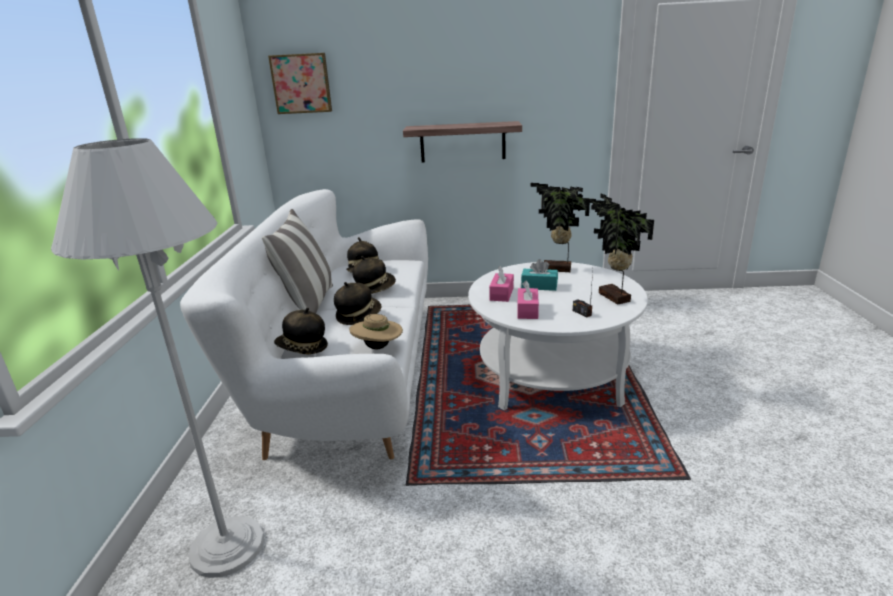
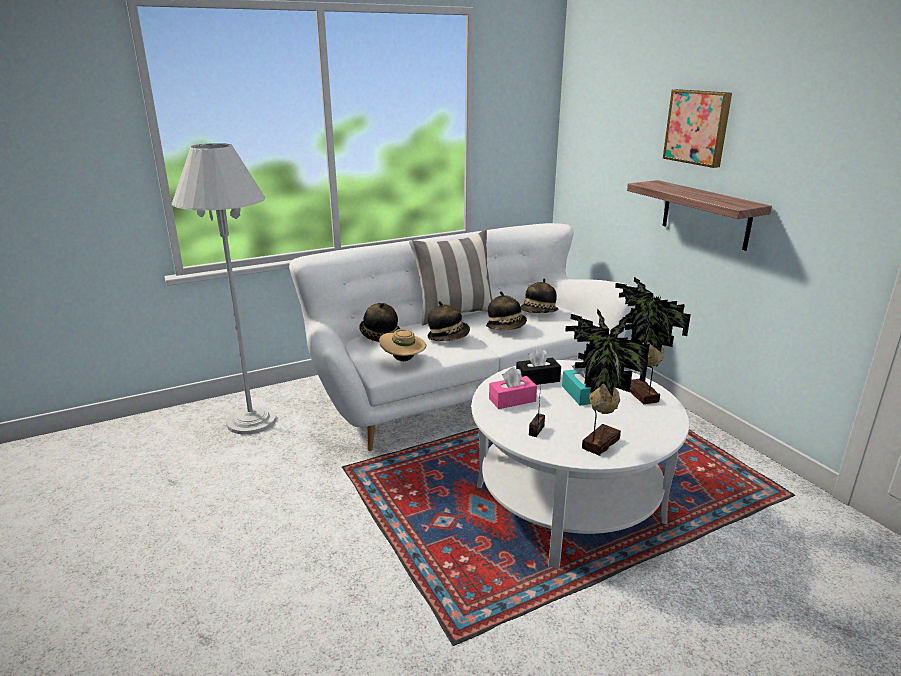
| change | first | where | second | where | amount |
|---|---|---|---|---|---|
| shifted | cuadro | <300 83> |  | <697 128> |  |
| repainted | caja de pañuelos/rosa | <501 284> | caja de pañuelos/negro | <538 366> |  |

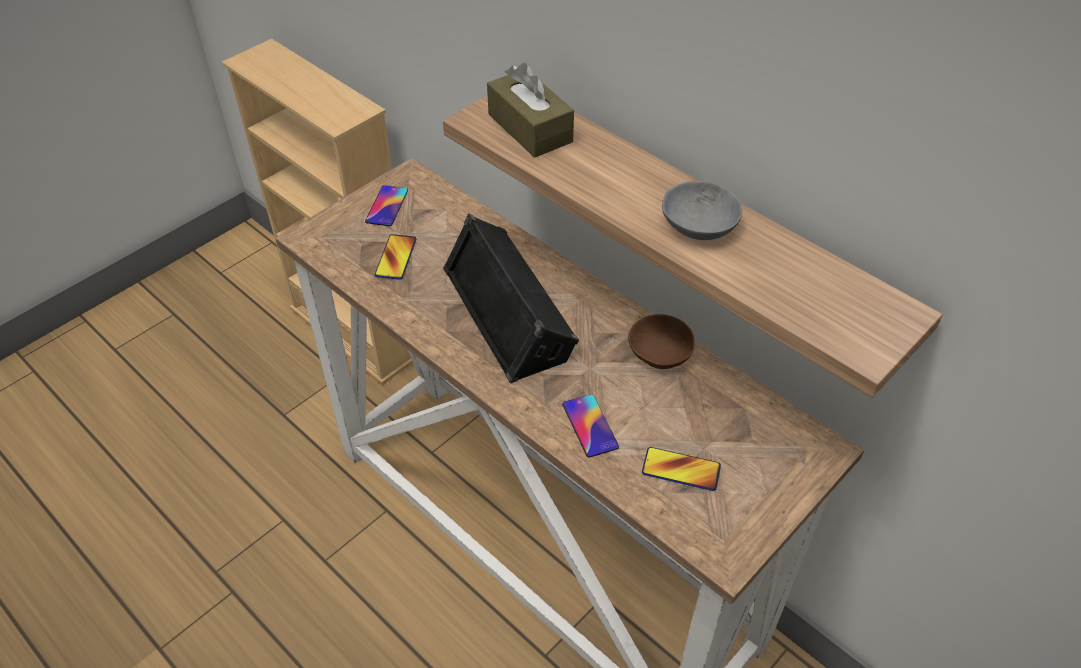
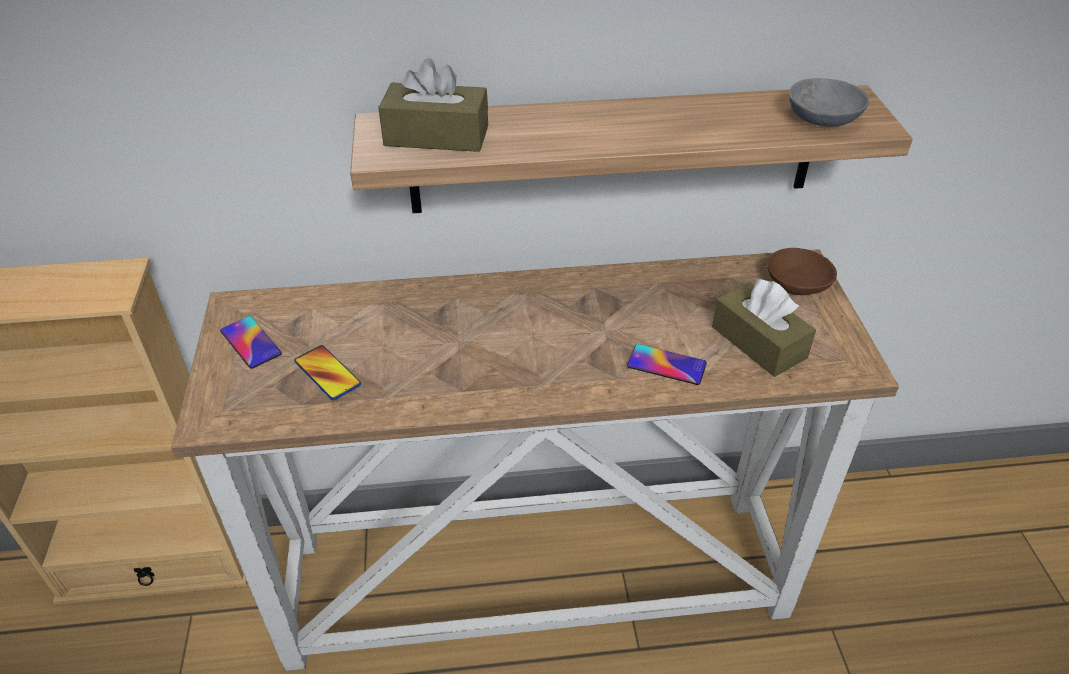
| change | first | where | second | where | amount |
|---|---|---|---|---|---|
| shifted | cuenco/gris | <702 210> |  | <829 102> |  |
| gone | altavoz/negro | <511 298> |  |  |  |
| shifted | cuenco/marrón | <661 341> |  | <802 271> |  |
| swapped | móvil | <681 469> | caja de pañuelos/marrón | <764 327> |  |

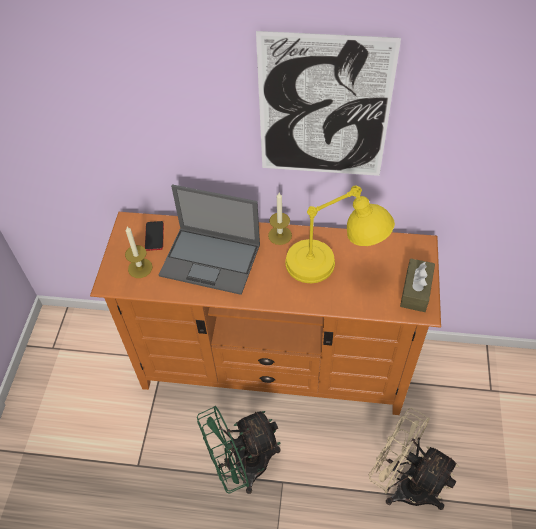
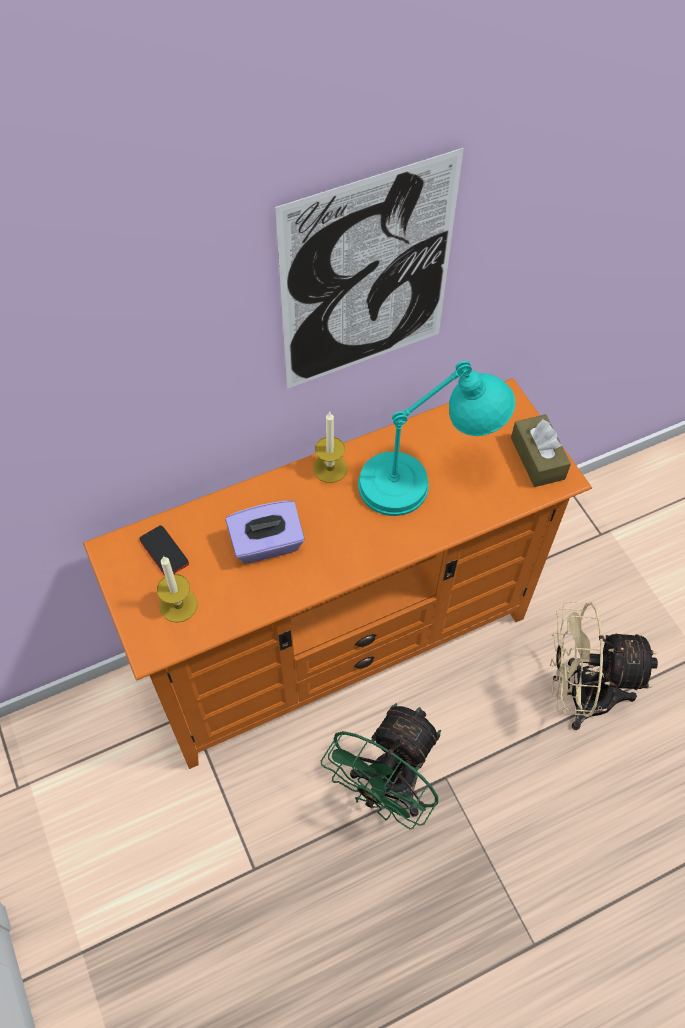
| change | first | where | second | where | amount |
|---|---|---|---|---|---|
| swapped | portátil | <209 239> | caja de pañuelos/morado | <265 532> |  |
| repainted | lámpara de mesa/amarillo | <340 234> | lámpara de mesa/turquesa | <436 438> |  |

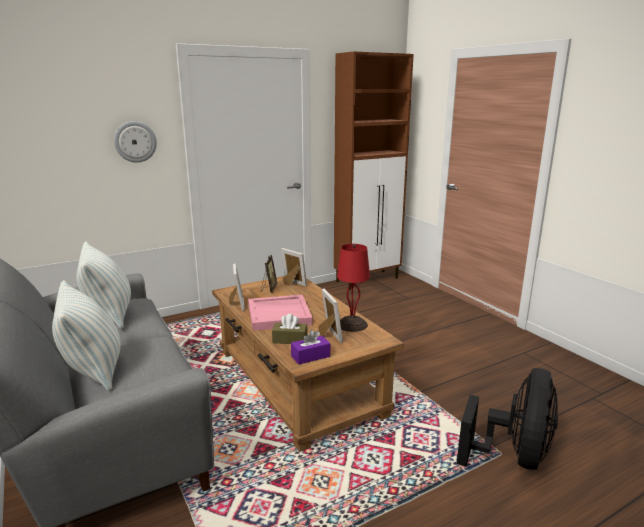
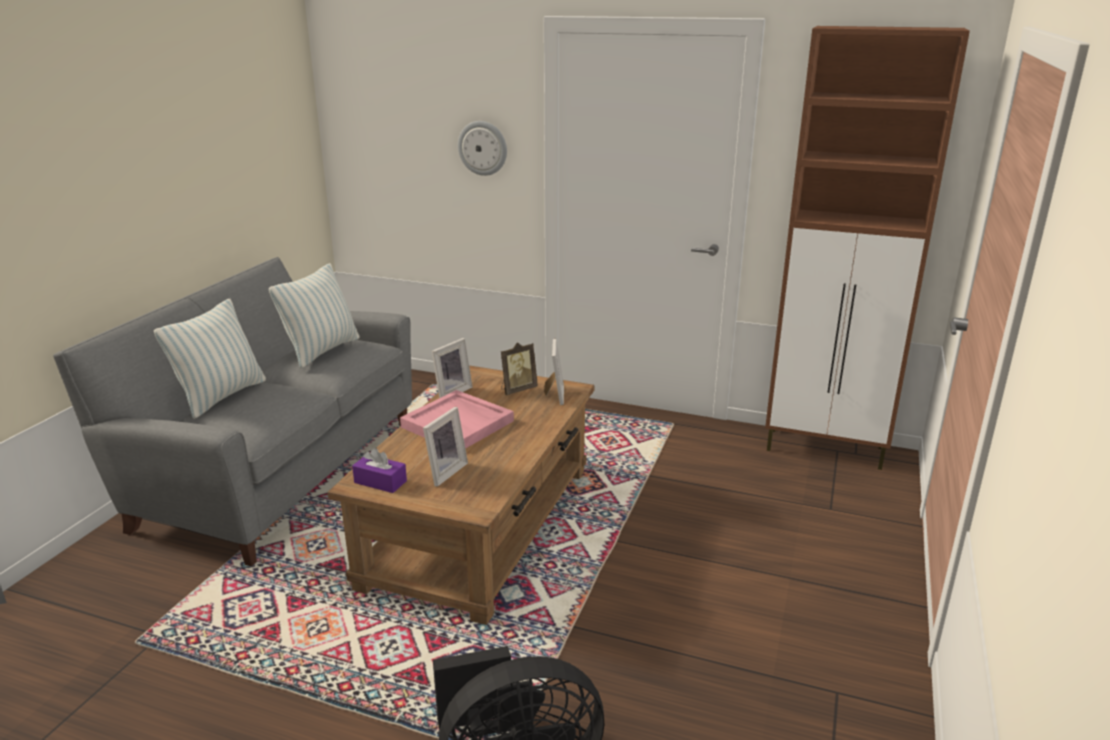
| change | first | where | second | where | amount |
|---|---|---|---|---|---|
| gone | lámpara de mesa/rojo | <353 288> |  |  |  |
| gone | caja de pañuelos/marrón | <290 329> |  |  |  |

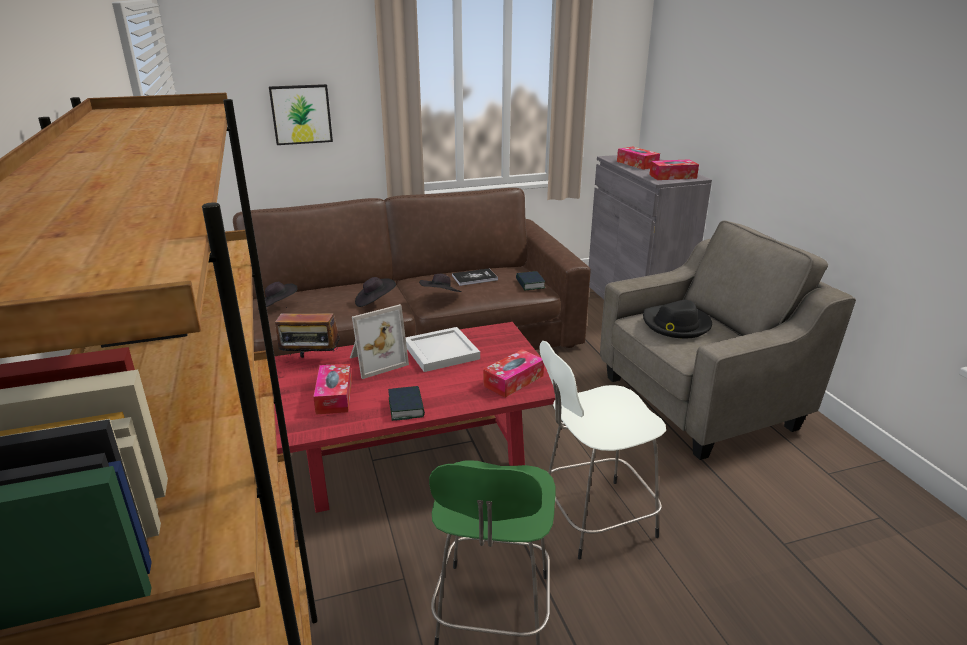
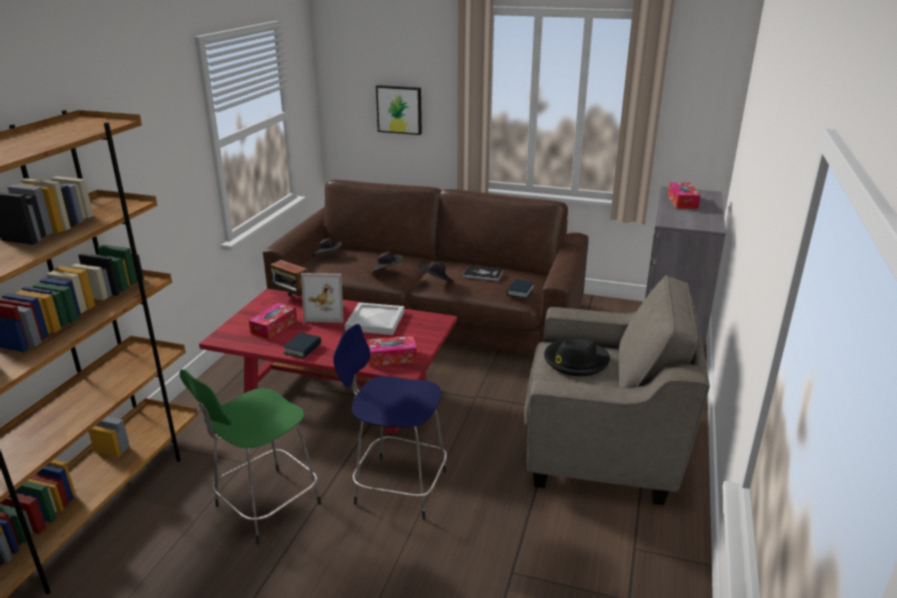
| change | first | where | second | where | amount |
|---|---|---|---|---|---|
| gone | caja de pañuelos | <674 169> |  |  |  |
| repainted | taburete/blanco | <602 450> | taburete/azul | <390 422> |  |

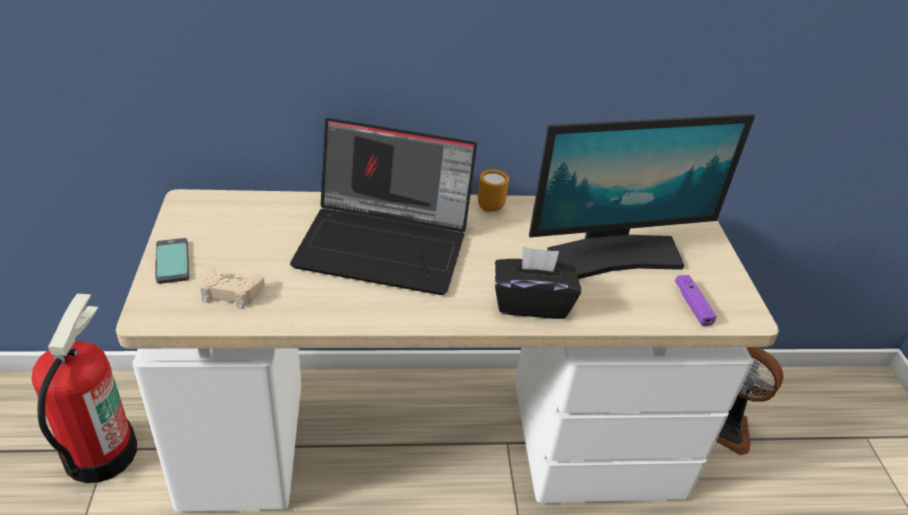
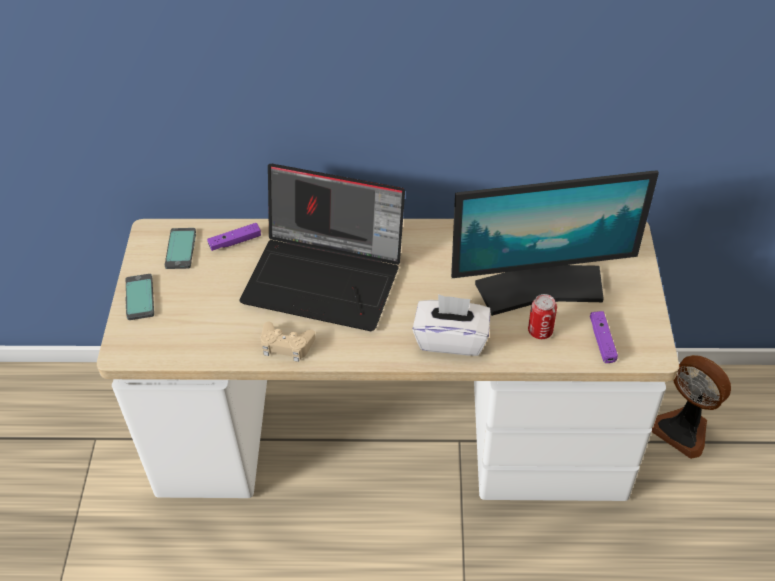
| change | first | where | second | where | amount |
|---|---|---|---|---|---|
| gone | taza grande/naranja | <493 190> |  |  |  |
| repainted | caja de pañuelos/negro | <538 283> | caja de pañuelos/blanco | <451 325> |  |
| shifted | mando de consola/beis | <232 288> |  | <288 342> |  |
| gone | extintor | <84 388> |  |  |  |
| new |  |  | mando de consola/morado | <234 237> |  |
| new |  |  | móvil | <180 248> |  |
| new |  |  | lata | <542 316> |  |

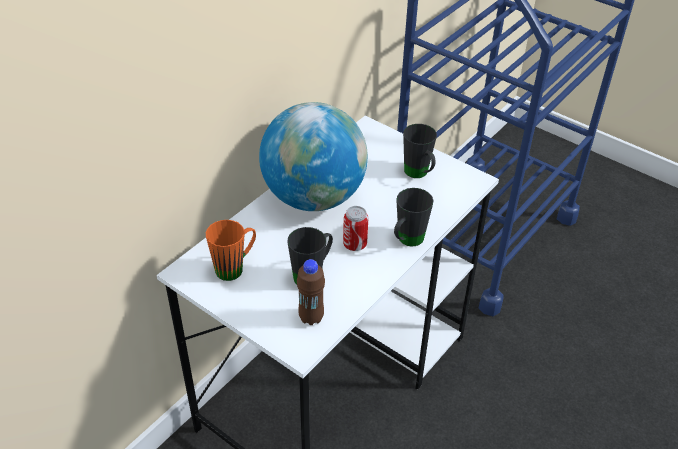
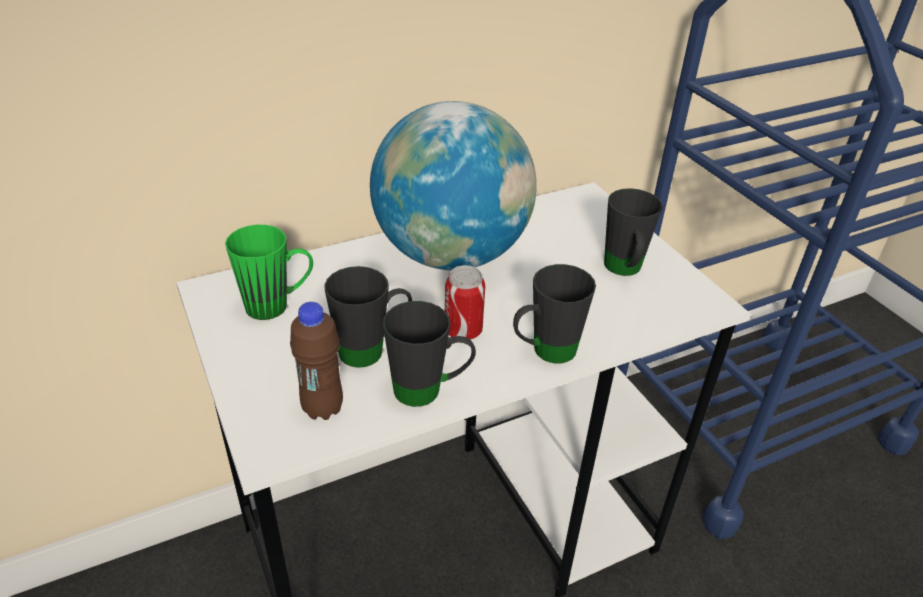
| change | first | where | second | where | amount |
|---|---|---|---|---|---|
| repainted | taza grande/naranja | <231 250> | taza grande/verde | <269 272> |  |
| new |  |  | taza grande/negro | <429 354> |  |

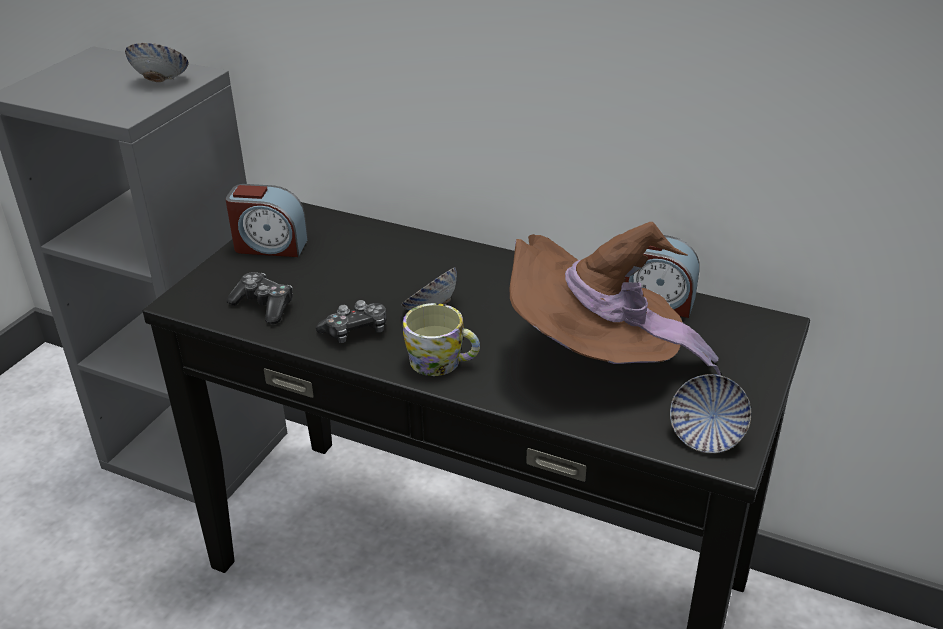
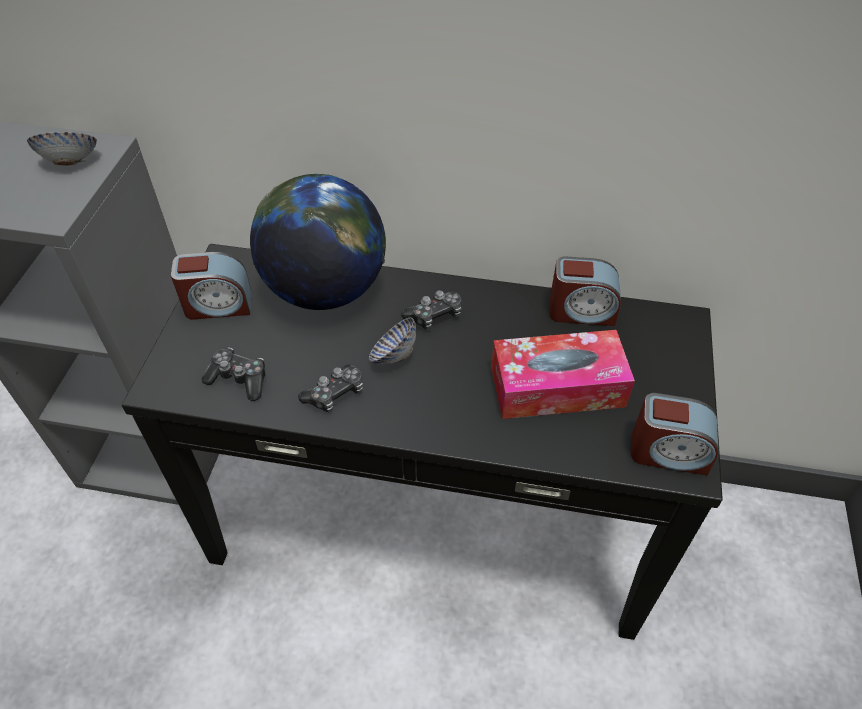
| change | first | where | second | where | amount |
|---|---|---|---|---|---|
| swapped | sombrero/marrón | <615 298> | caja de pañuelos | <563 374> |  |
| gone | taza grande | <441 339> |  |  |  |
| swapped | cuenco | <710 413> | despertador | <674 434> |  |
| new |  |  | globo terráqueo | <318 242> |  |
| new |  |  | mando de consola | <431 310> |  |

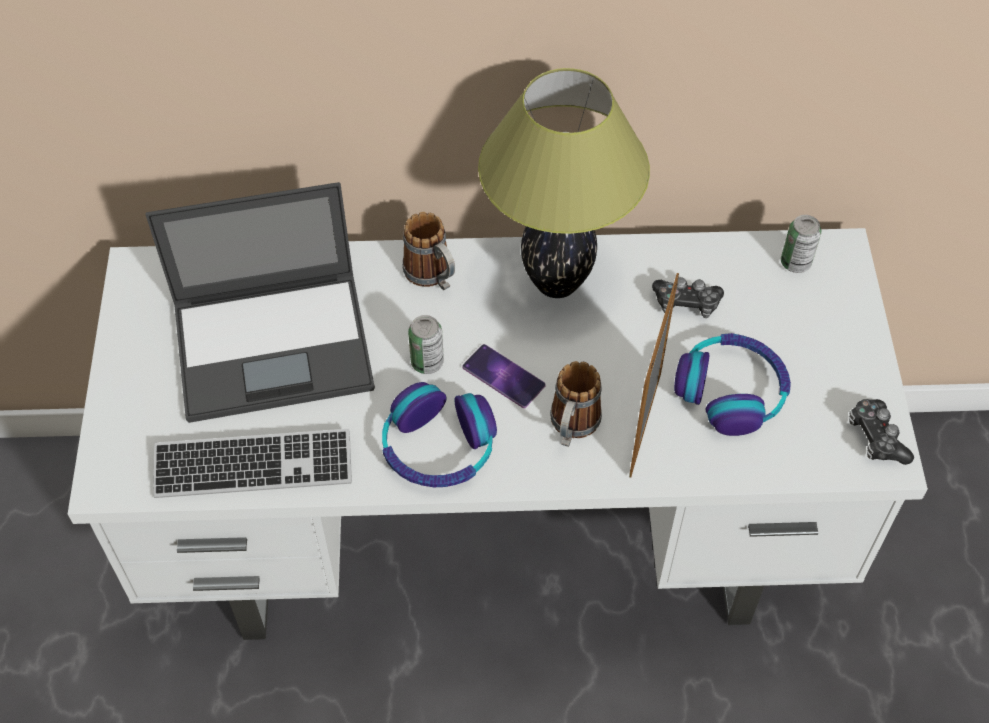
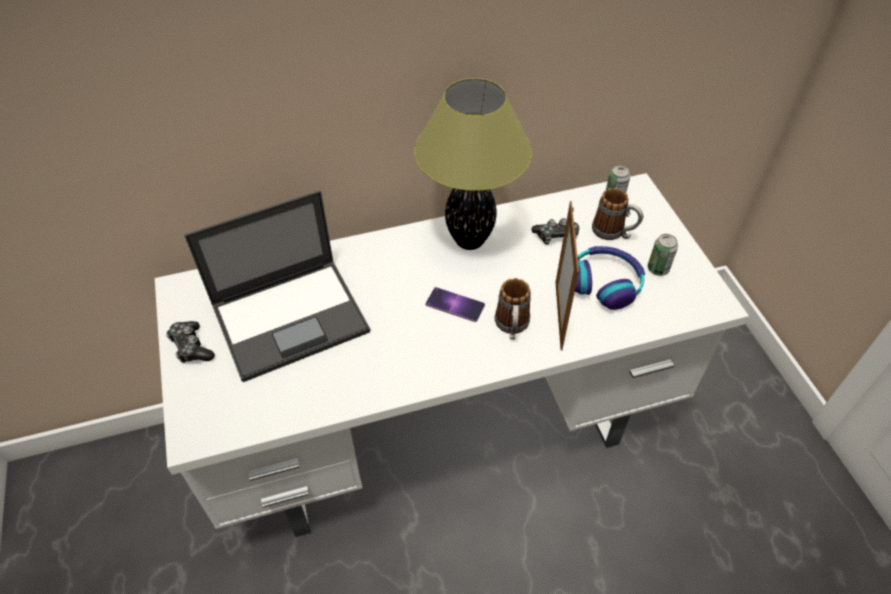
| change | first | where | second | where | amount |
|---|---|---|---|---|---|
| shifted | taza grande | <429 251> |  | <617 214> |  |
| shifted | lata | <426 344> |  | <663 255> |  |
| gone | auriculares | <439 434> |  |  |  |
| shifted | mando de consola | <881 432> |  | <190 342> |  |
| gone | teclado | <252 463> |  |  |  |

